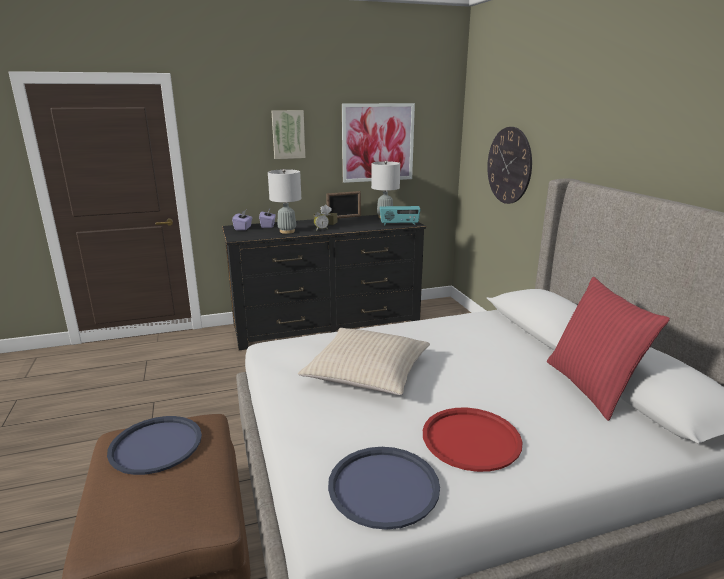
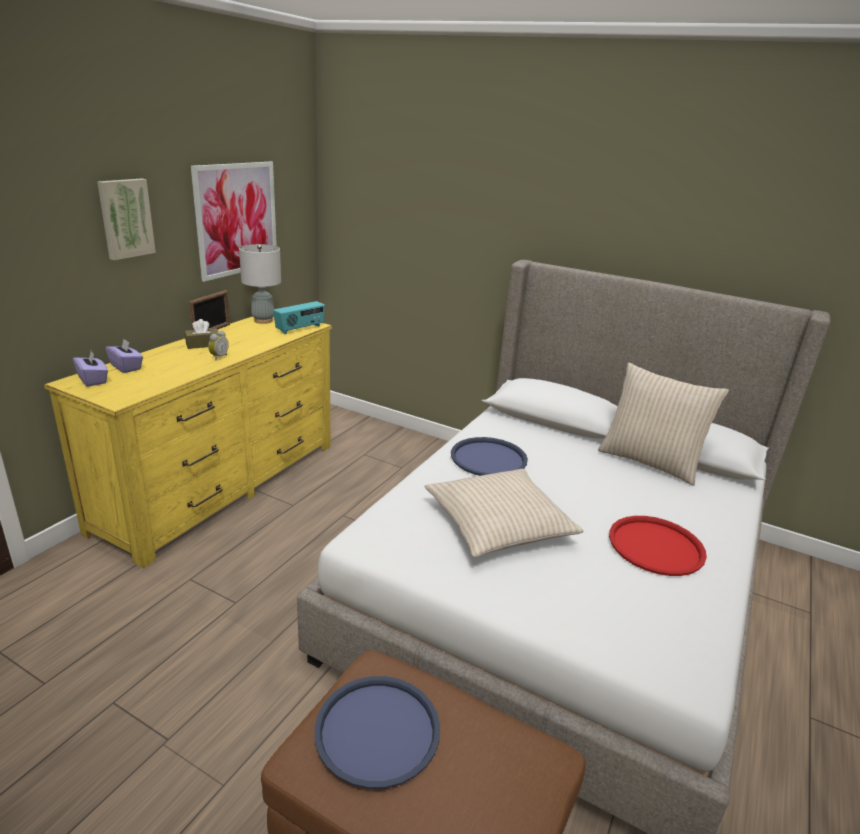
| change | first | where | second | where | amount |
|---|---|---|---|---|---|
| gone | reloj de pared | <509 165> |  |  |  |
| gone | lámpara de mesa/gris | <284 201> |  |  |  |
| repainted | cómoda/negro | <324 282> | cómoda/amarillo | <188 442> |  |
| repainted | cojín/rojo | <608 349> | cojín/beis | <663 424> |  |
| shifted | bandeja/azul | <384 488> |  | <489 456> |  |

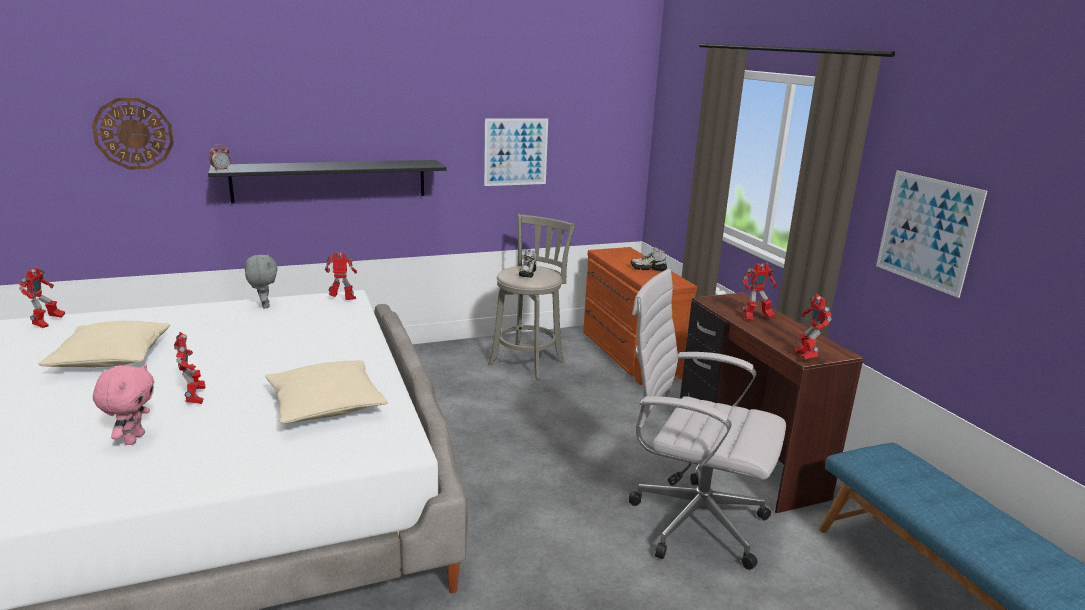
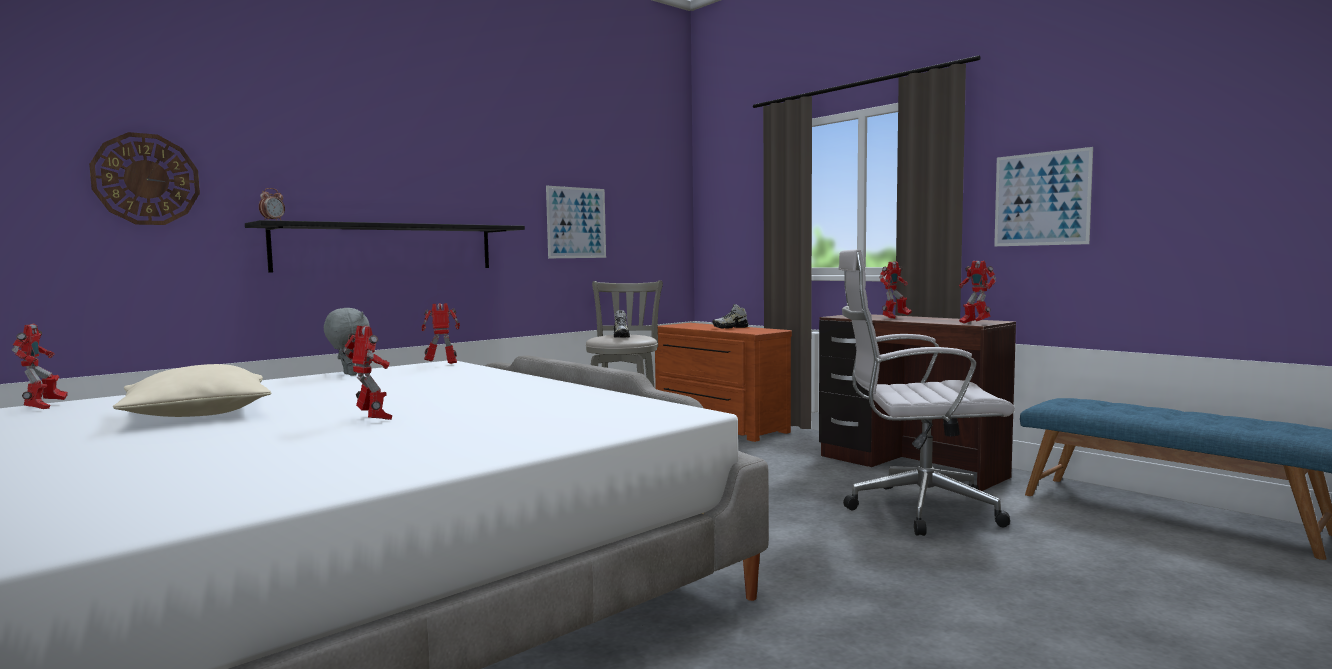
| change | first | where | second | where | amount |
|---|---|---|---|---|---|
| gone | cojín/beis | <327 392> |  |  |  |
| gone | peluche/rosa | <123 404> |  |  |  |

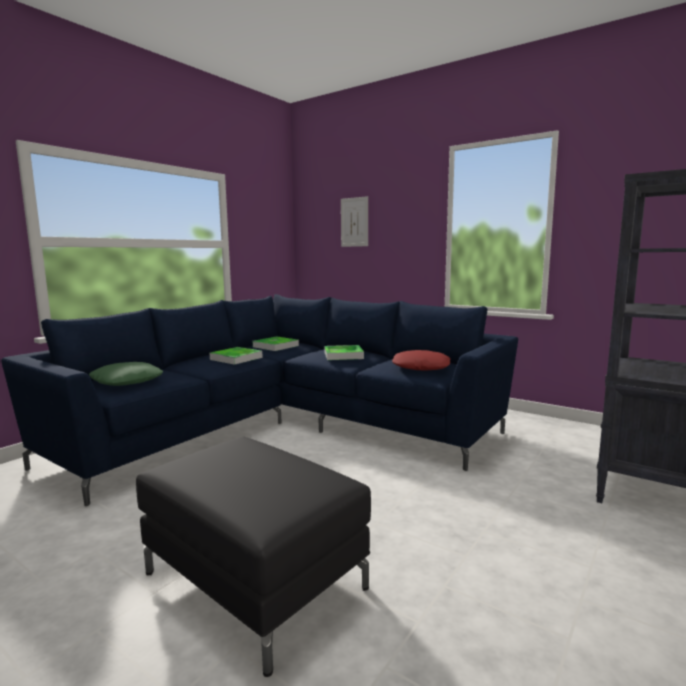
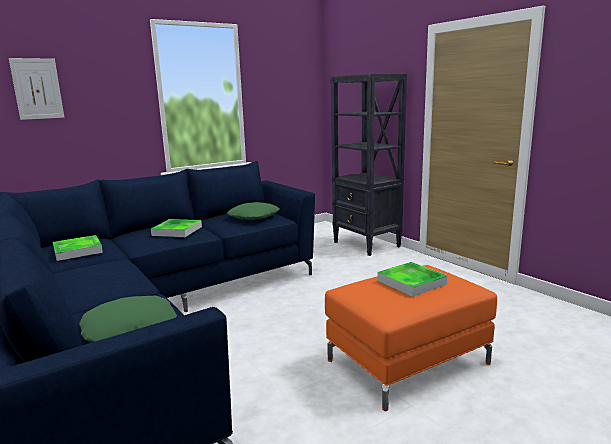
| change | first | where | second | where | amount |
|---|---|---|---|---|---|
| shifted | bandeja | <236 356> |  | <412 279> |  |
| repainted | cojín/rojo | <421 360> | cojín/verde | <253 211> |  |
| repainted | puf/negro | <253 557> | puf/naranja | <411 338> |  |

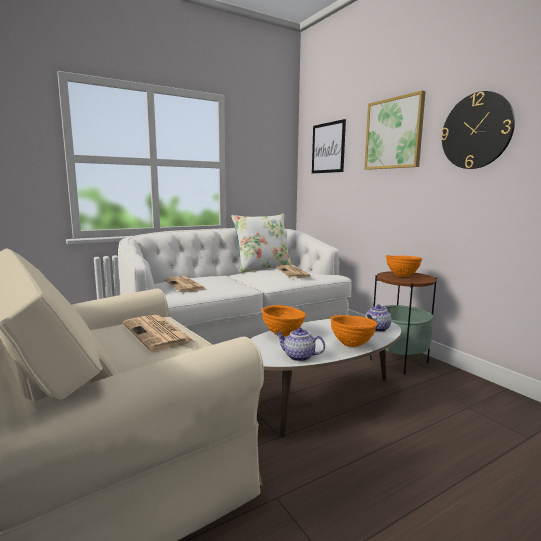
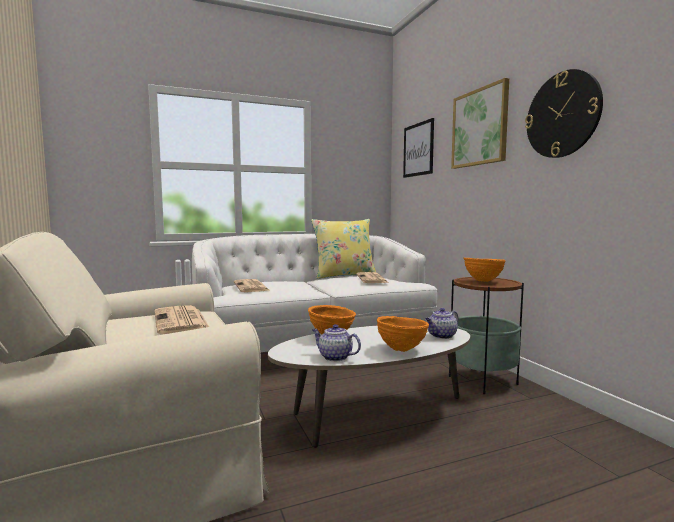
| change | first | where | second | where | amount |
|---|---|---|---|---|---|
| repainted | cojín/blanco | <261 243> | cojín/amarillo | <343 249> |  |

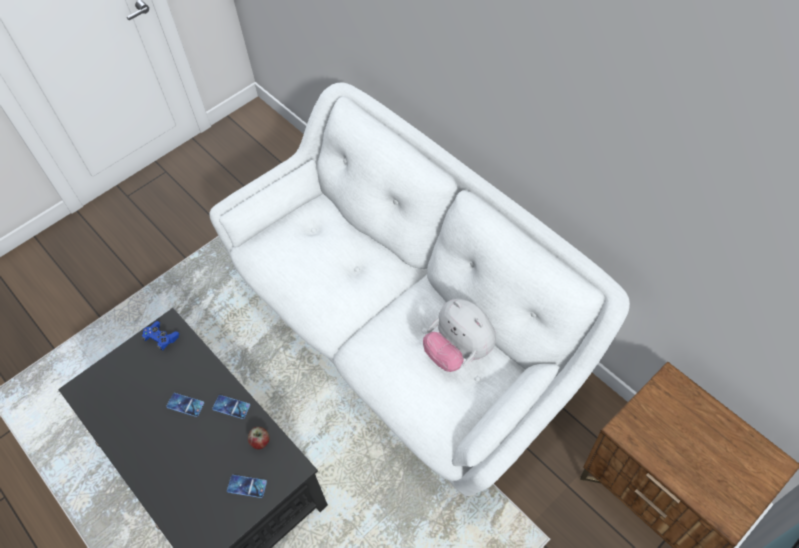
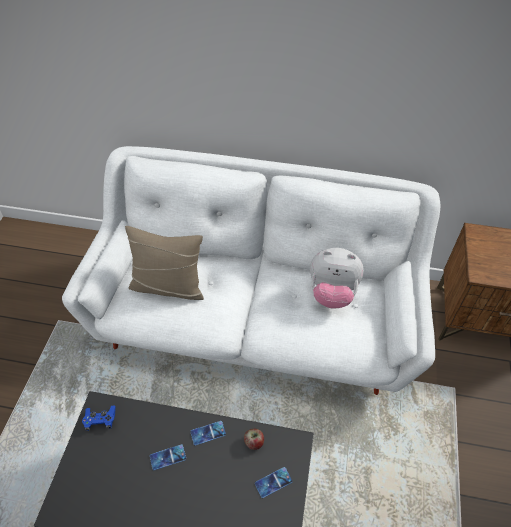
| change | first | where | second | where | amount |
|---|---|---|---|---|---|
| new |  |  | cojín/beis | <164 263> |  |

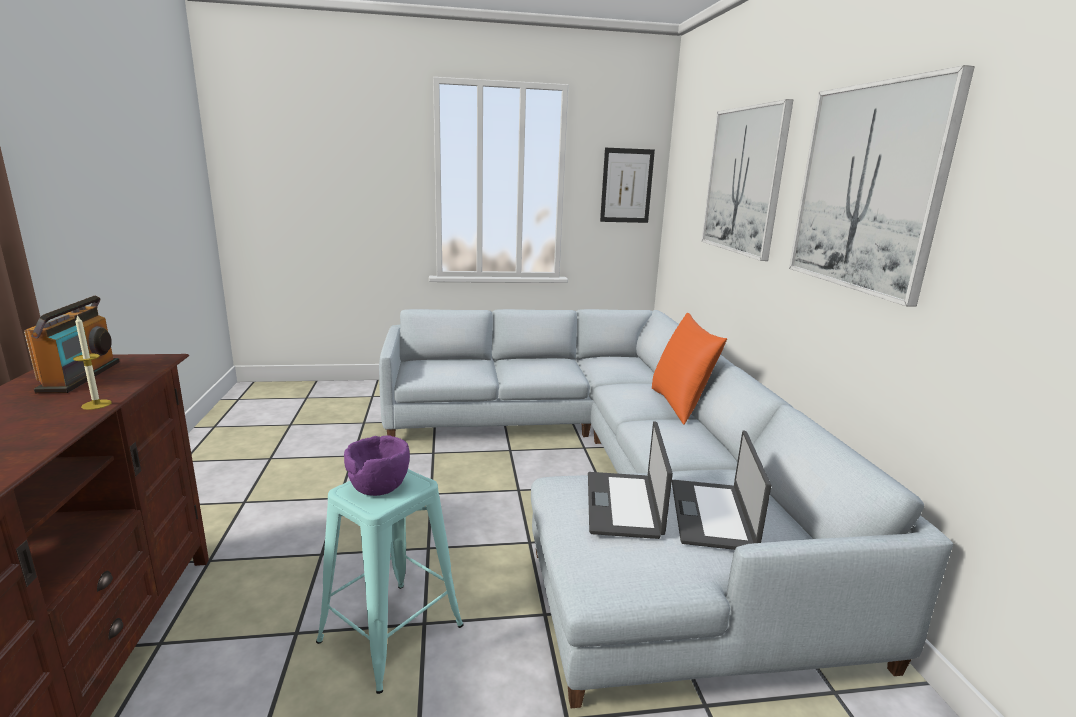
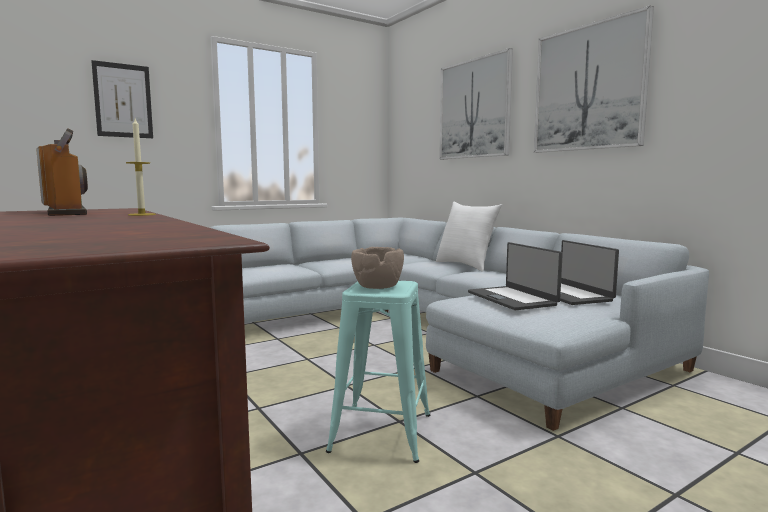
| change | first | where | second | where | amount |
|---|---|---|---|---|---|
| shifted | cuadro | <627 185> |  | <122 99> |  |
| repainted | cojín/naranja | <689 369> | cojín/blanco | <469 236> |  |
| repainted | cuenco/morado | <377 465> | cuenco/marrón | <377 268> |  |

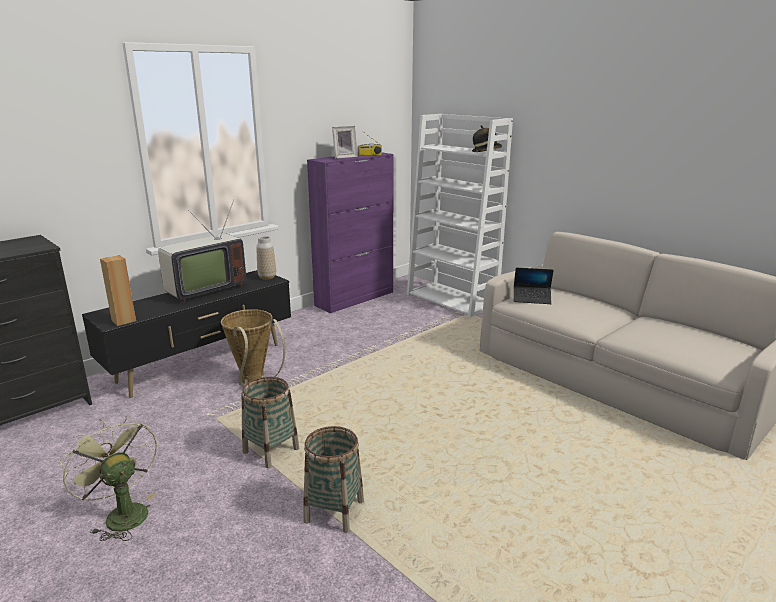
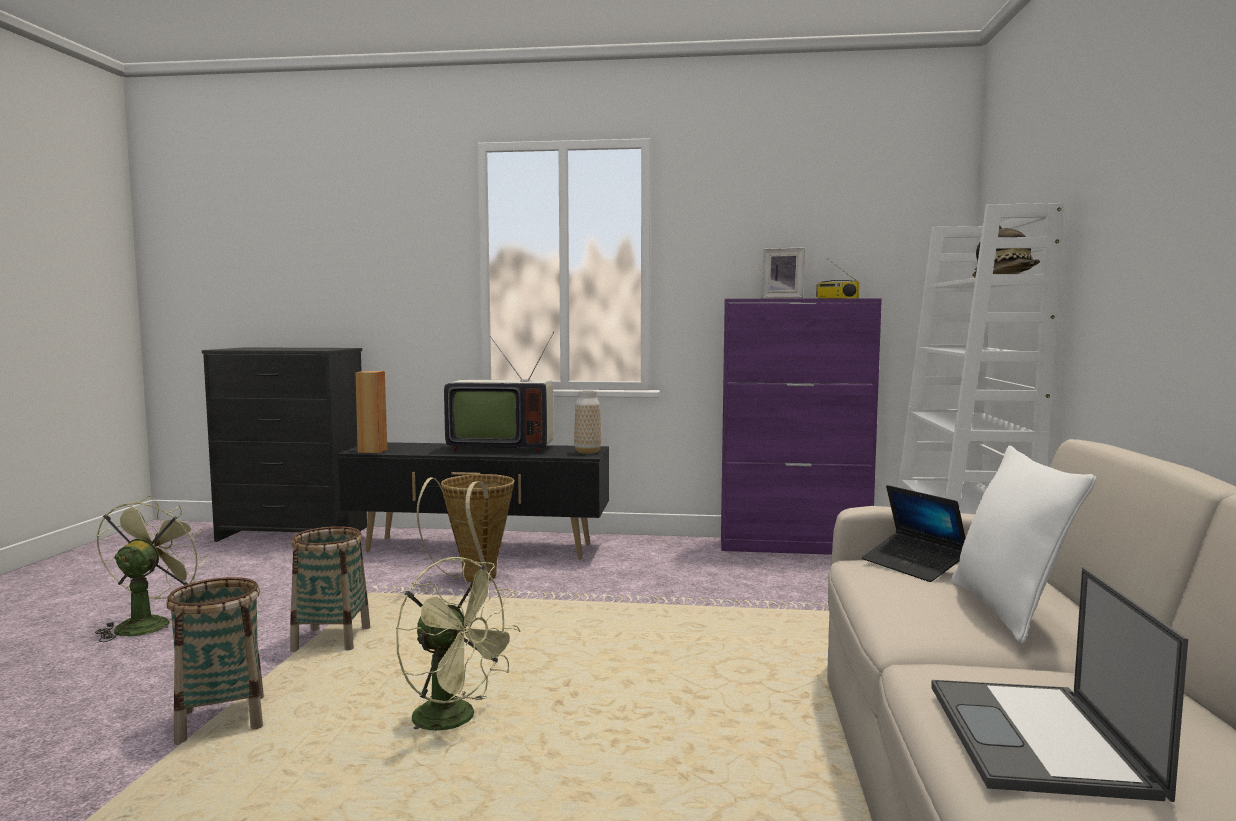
| change | first | where | second | where | amount |
|---|---|---|---|---|---|
| new |  |  | cojín/blanco | <1023 545> |  |
| new |  |  | ventilador/verde | <458 645> |  |
| new |  |  | portátil | <1059 684> |  |

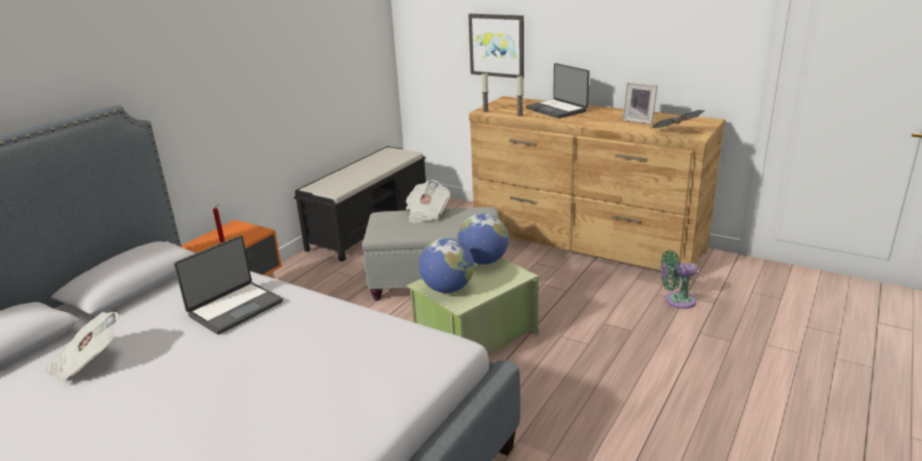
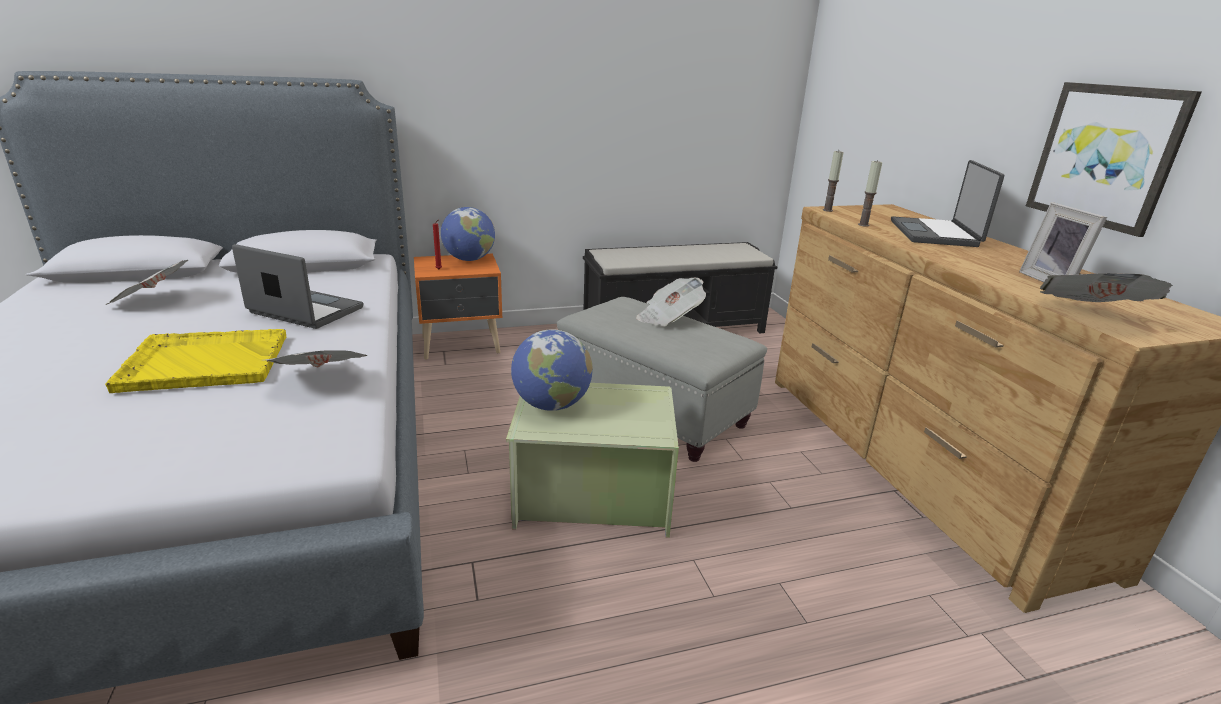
| change | first | where | second | where | amount |
|---|---|---|---|---|---|
| shifted | cuadro | <496 46> |  | <1114 159> |  |
| shifted | globo terráqueo | <483 239> |  | <468 234> |  |
| rotated | portátil | <228 285> |  | <297 286> | 150 degrees counterclockwise |
| gone | ventilador/verde | <679 279> |  |  |  |
| new |  |  | bandeja/amarillo | <195 361> |  |
| new |  |  | periódico | <316 358> |  |

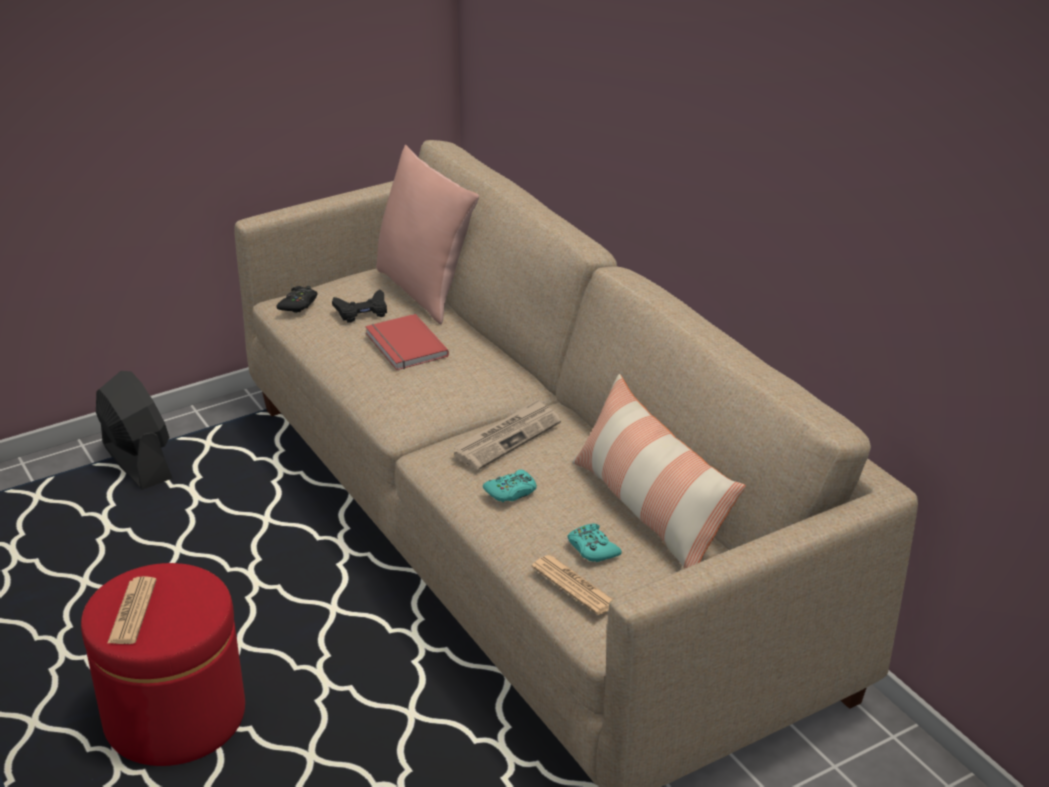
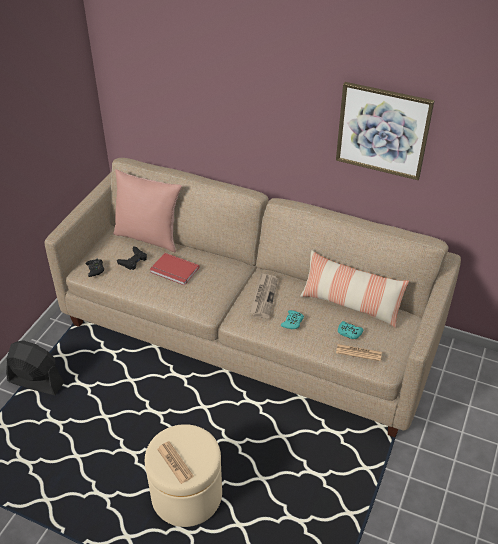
| change | first | where | second | where | amount |
|---|---|---|---|---|---|
| repainted | puf/rojo | <163 664> | puf/beis | <183 475> |  |
| new |  |  | cuadro | <385 131> |  |

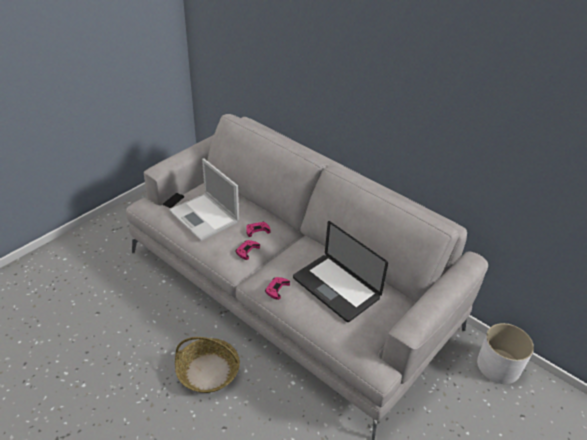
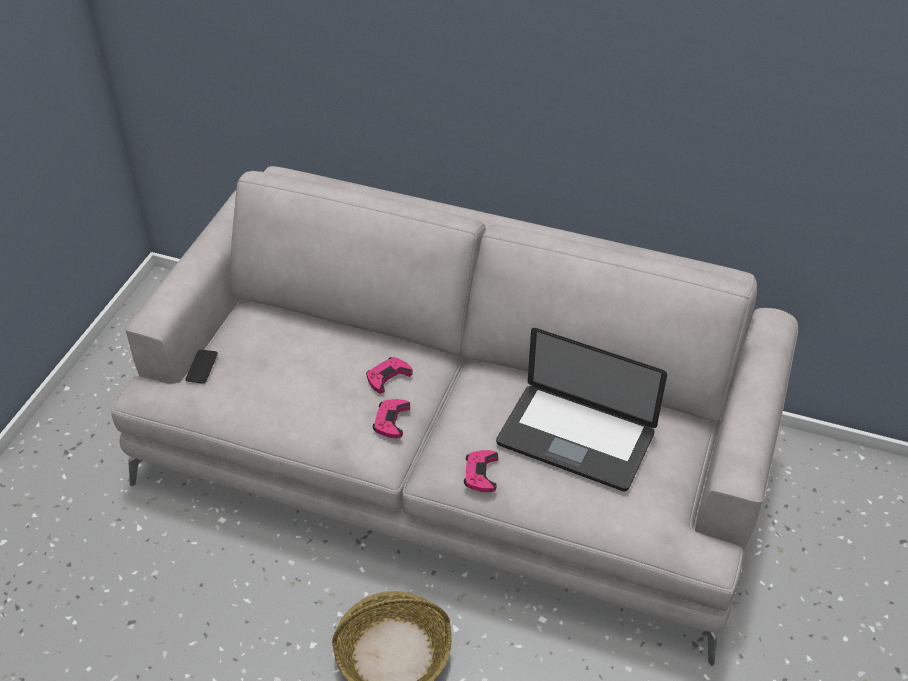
| change | first | where | second | where | amount |
|---|---|---|---|---|---|
| gone | portátil | <204 199> |  |  |  |
| gone | maceta/blanco | <505 353> |  |  |  |

